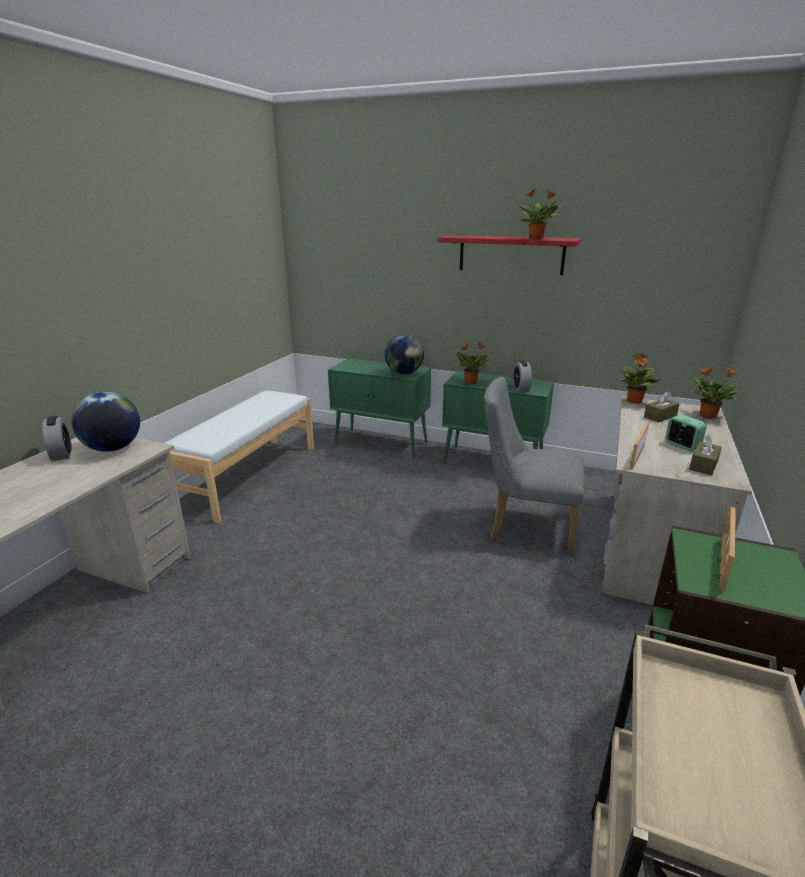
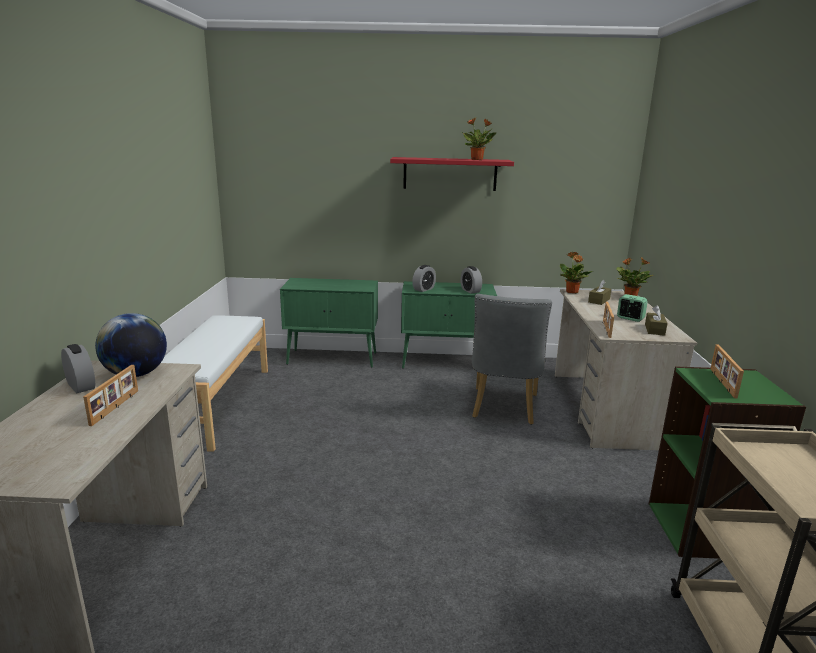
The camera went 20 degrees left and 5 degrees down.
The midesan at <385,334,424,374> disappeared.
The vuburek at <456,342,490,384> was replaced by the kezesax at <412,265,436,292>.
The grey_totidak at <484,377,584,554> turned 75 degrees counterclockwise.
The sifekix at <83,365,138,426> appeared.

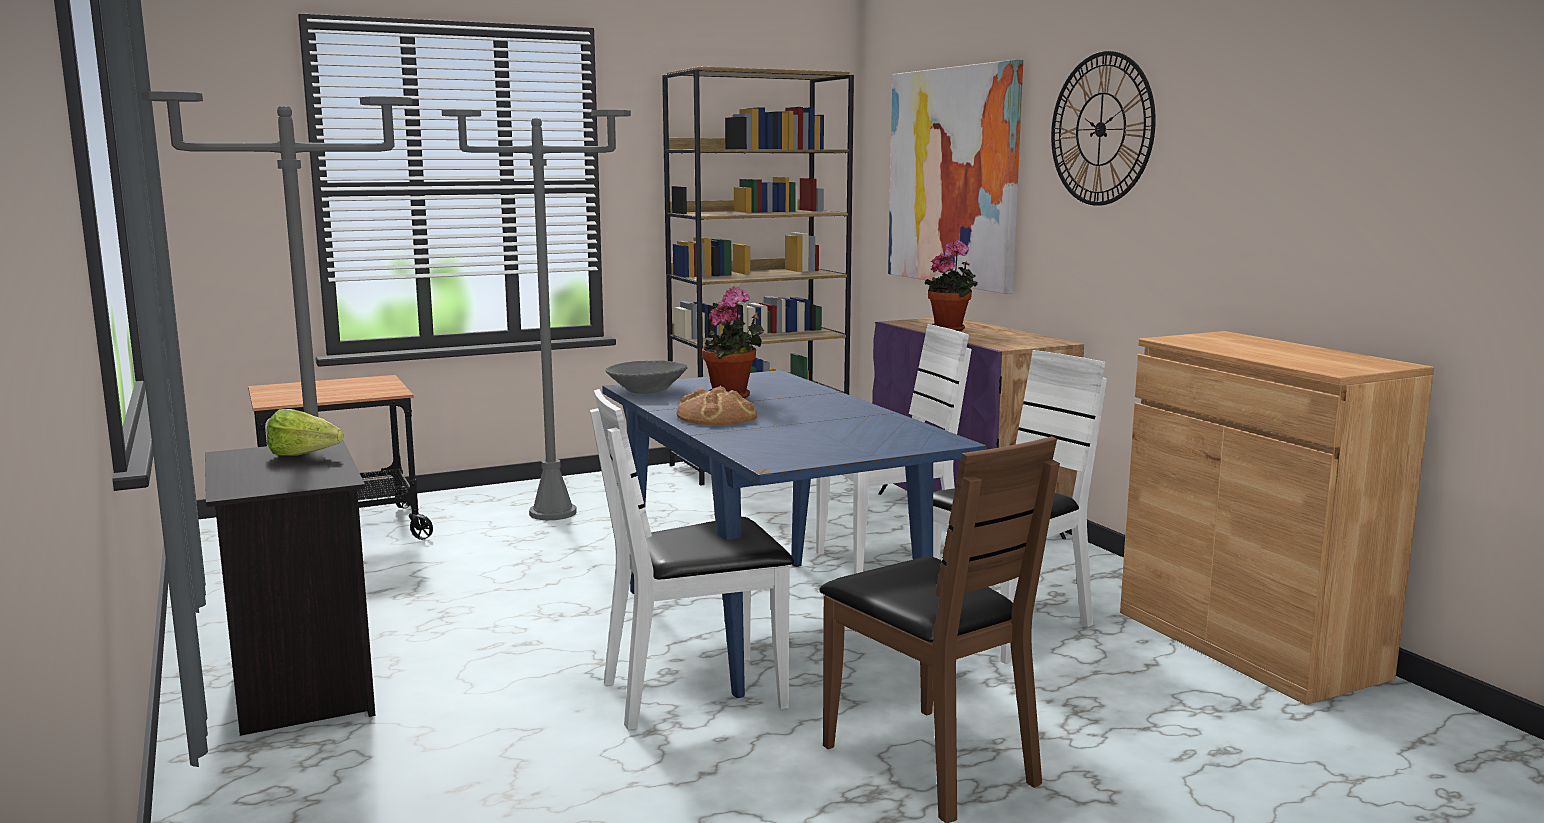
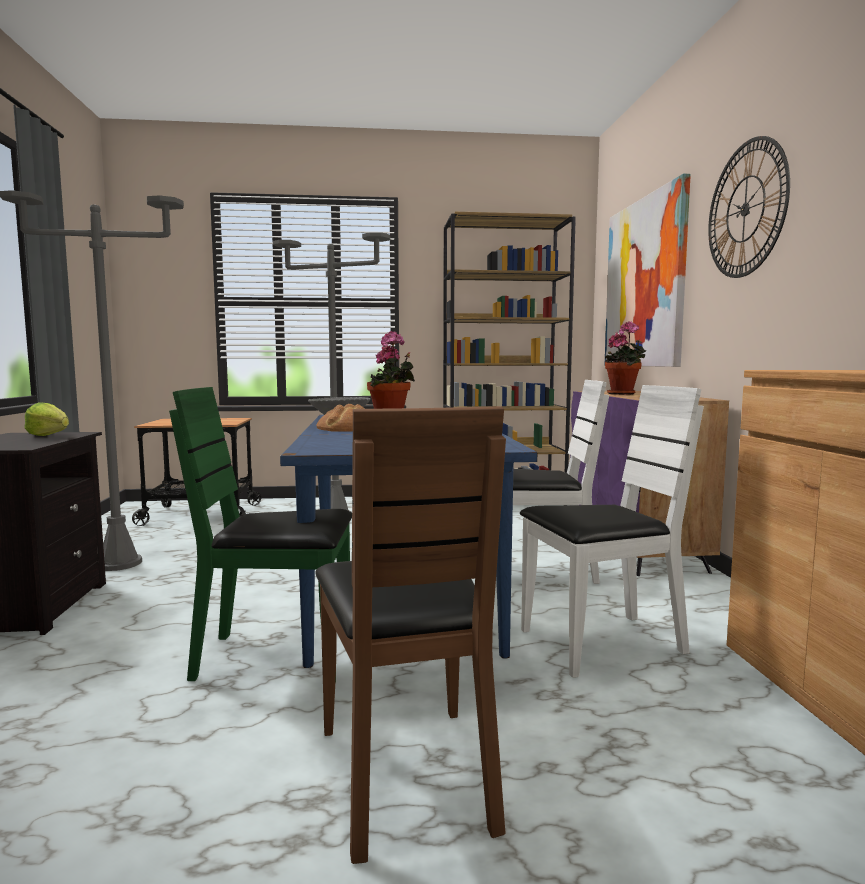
The camera went 20 degrees right and 5 degrees down.
The white_totidak at <590,389,794,731> became the green_totidak at <169,387,352,684>.

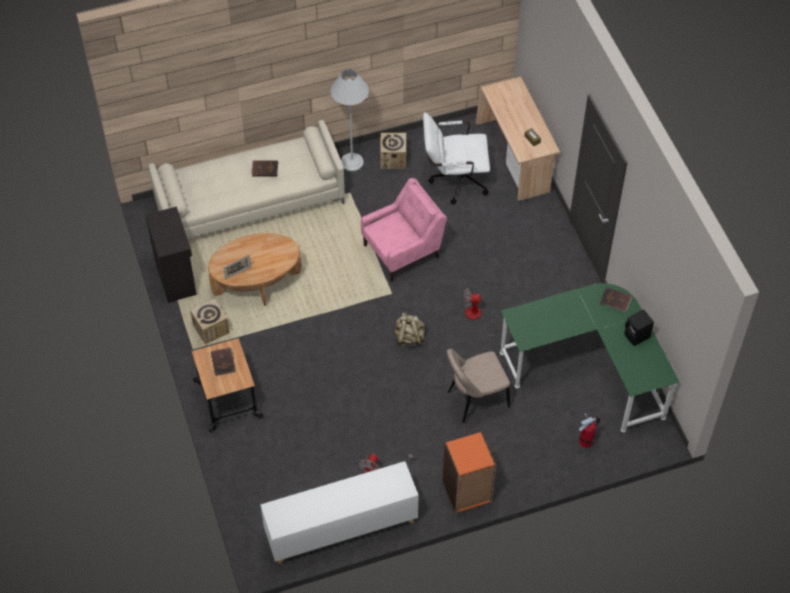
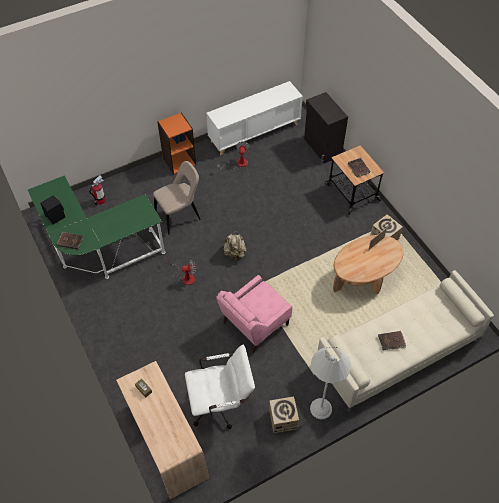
The camera went 170 degrees right and 0 degrees up.
The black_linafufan moved from <145,206,197,303> to <304,92,348,163>.

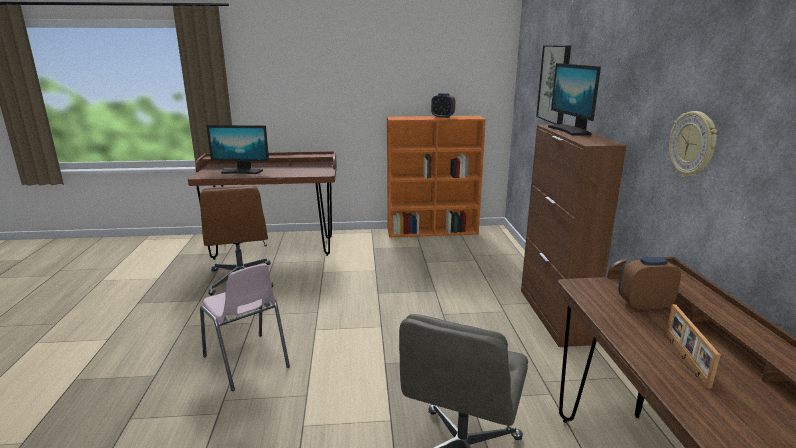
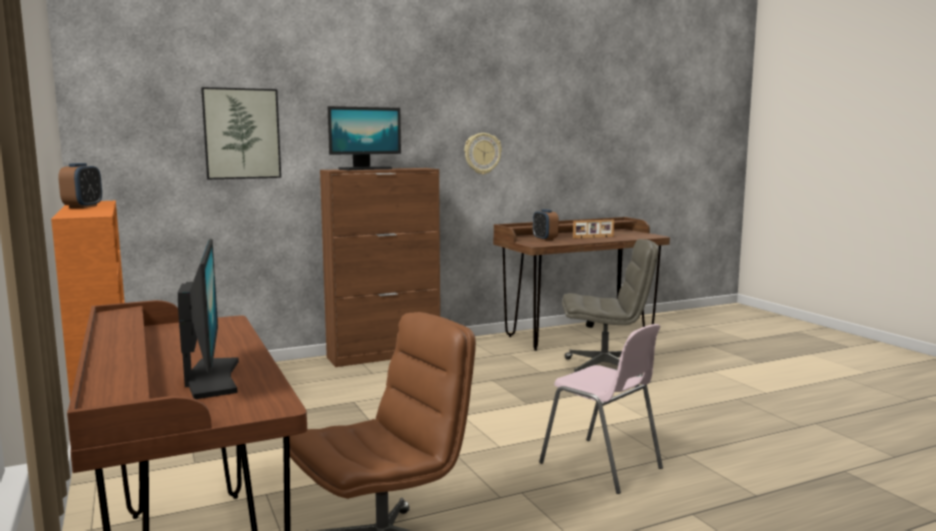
The camera went 110 degrees left and 10 degrees down.
The pink_totidak at <200,264,290,391> turned 105 degrees clockwise.

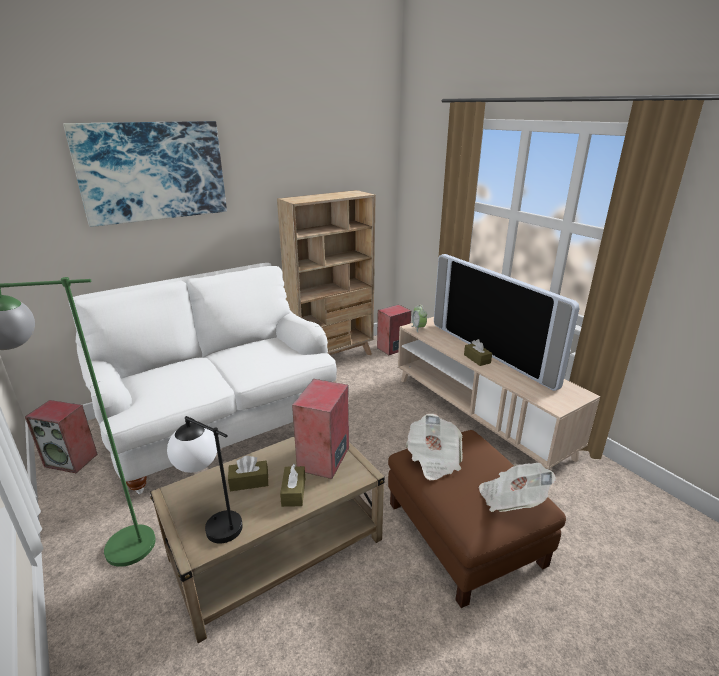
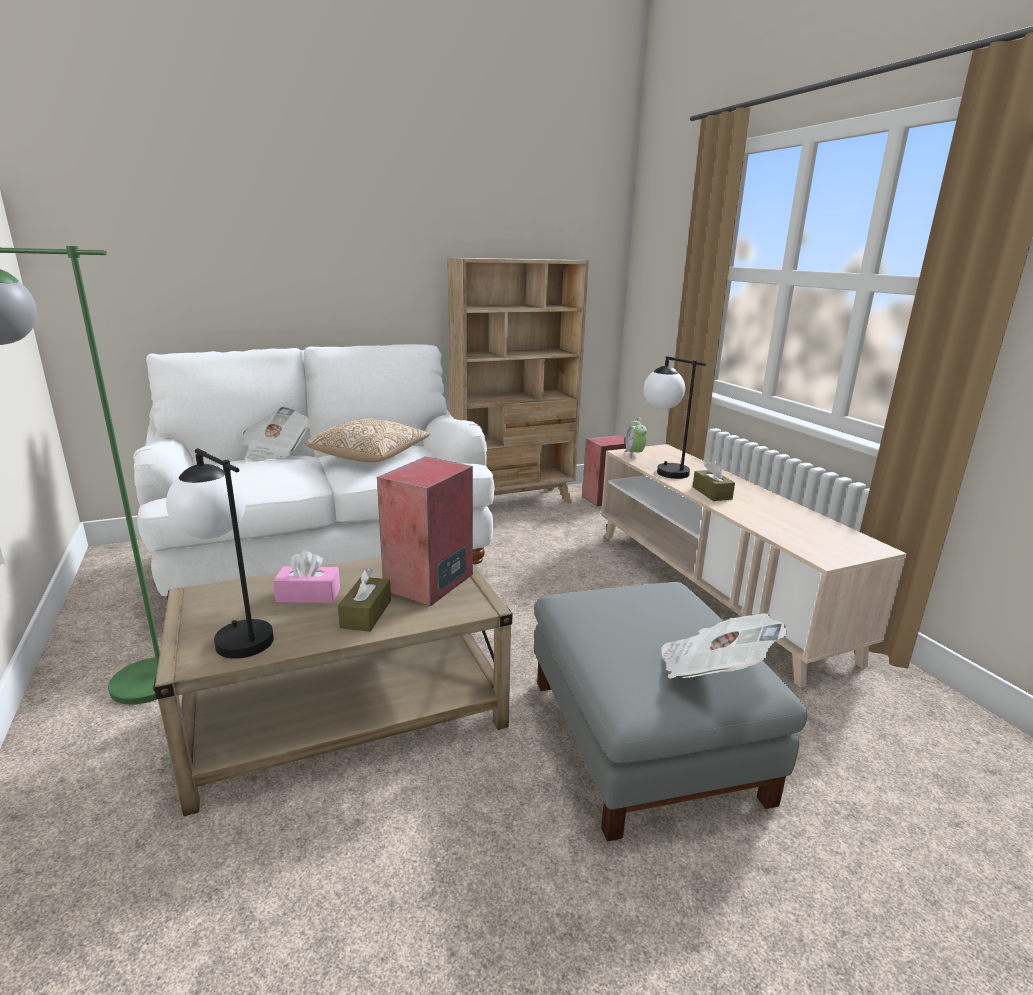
The camera went 10 degrees right and 5 degrees down.
The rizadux at <63,121,227,227> disappeared.
The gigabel at <434,254,580,391> disappeared.
The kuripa at <25,400,97,473> disappeared.
The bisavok moved from <406,414,463,481> to <242,406,310,462>.
The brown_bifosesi at <388,430,566,608> became the grey_bifosesi at <535,582,807,841>.
The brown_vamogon at <228,456,268,491> became the pink_vamogon at <273,551,340,603>.
The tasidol at <643,356,706,479> appeared.
The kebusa at <305,418,430,462> appeared.

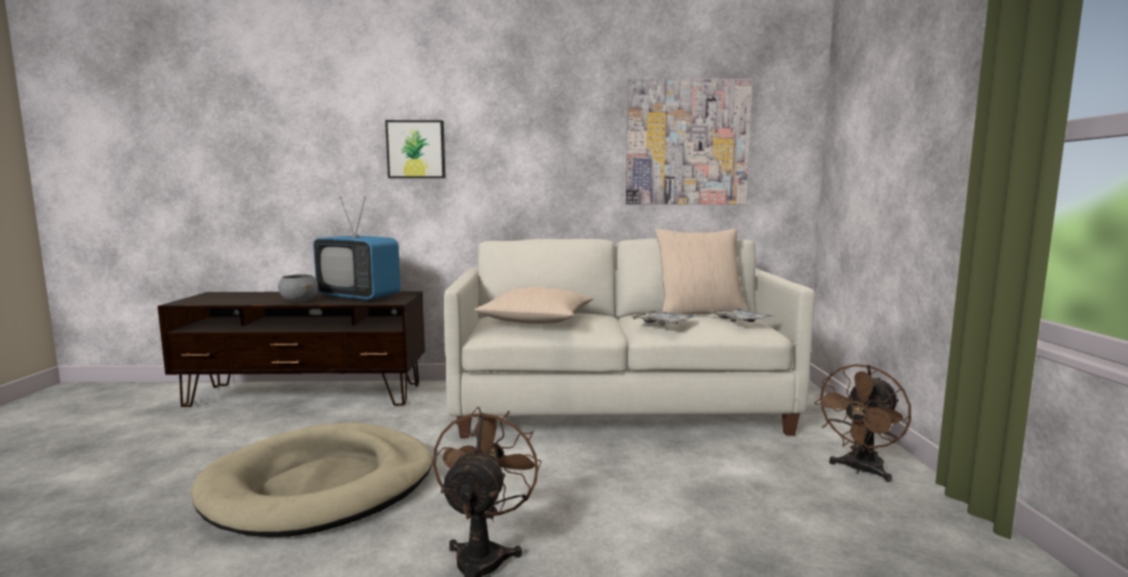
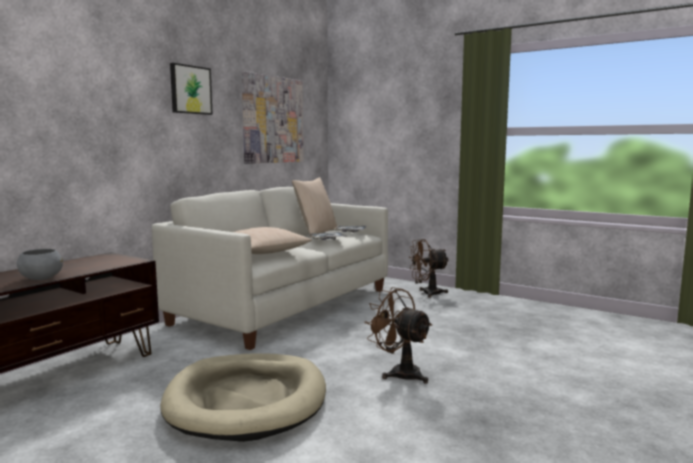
The camera went 55 degrees left and 0 degrees up.
The rizadux moved from <385,120,446,178> to <170,63,213,115>.
The gigabel at <313,197,400,301> disappeared.
The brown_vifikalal at <814,364,911,482> turned 90 degrees clockwise.

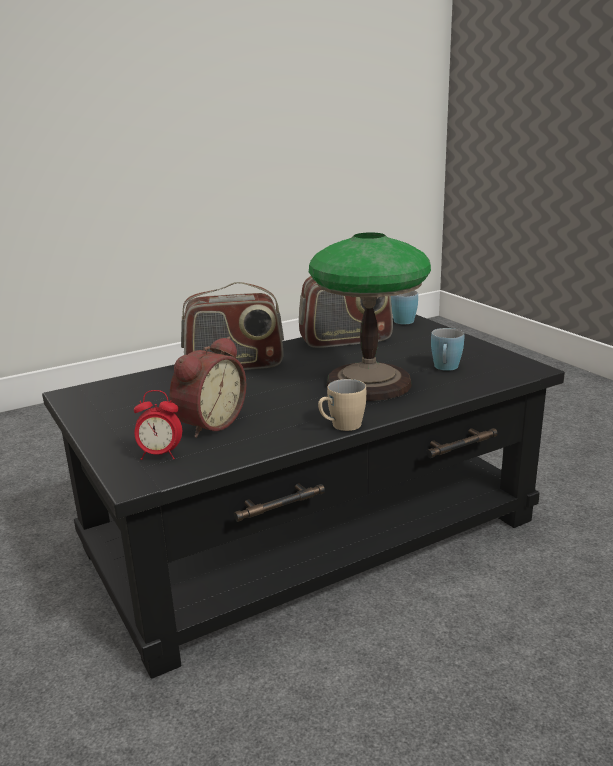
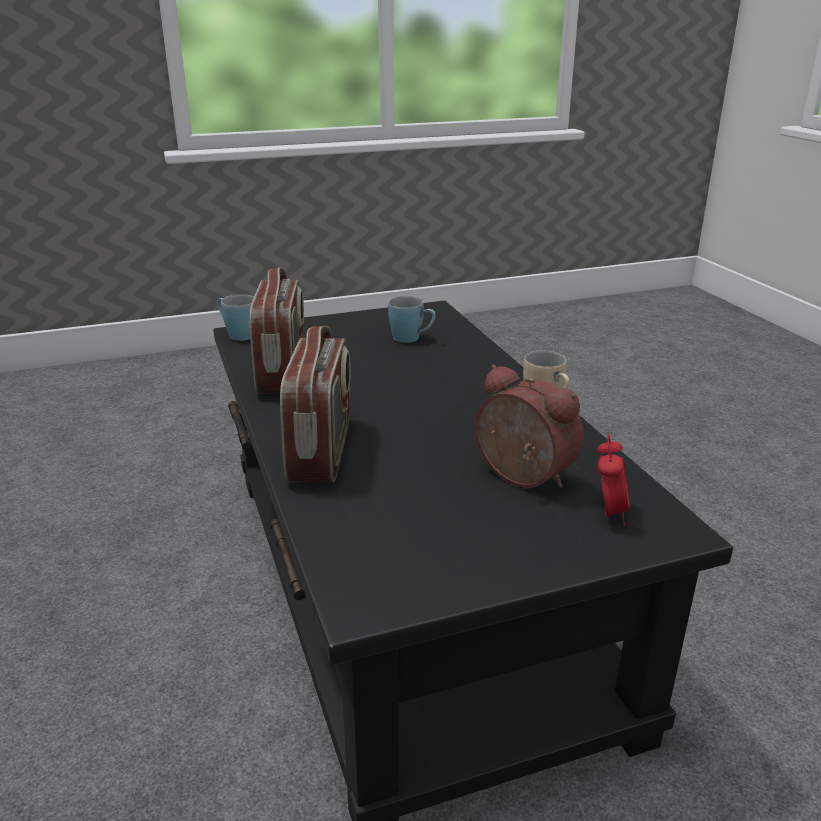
The camera went 80 degrees left and 5 degrees up.
The tasidol at <309,232,431,401> disappeared.

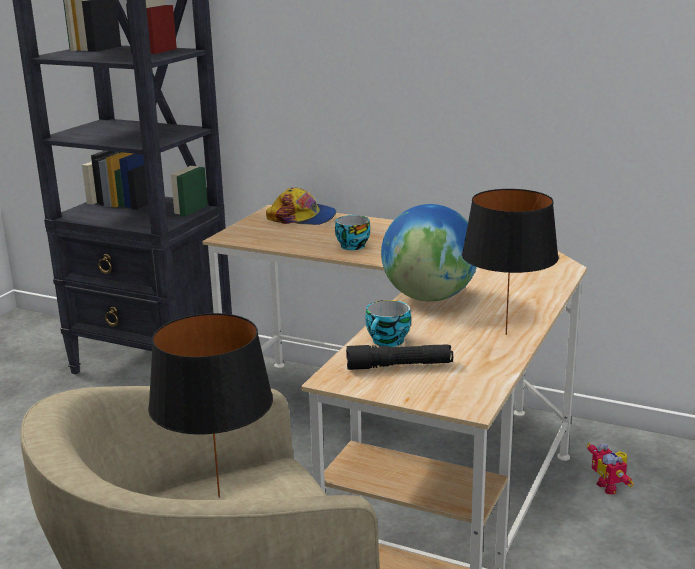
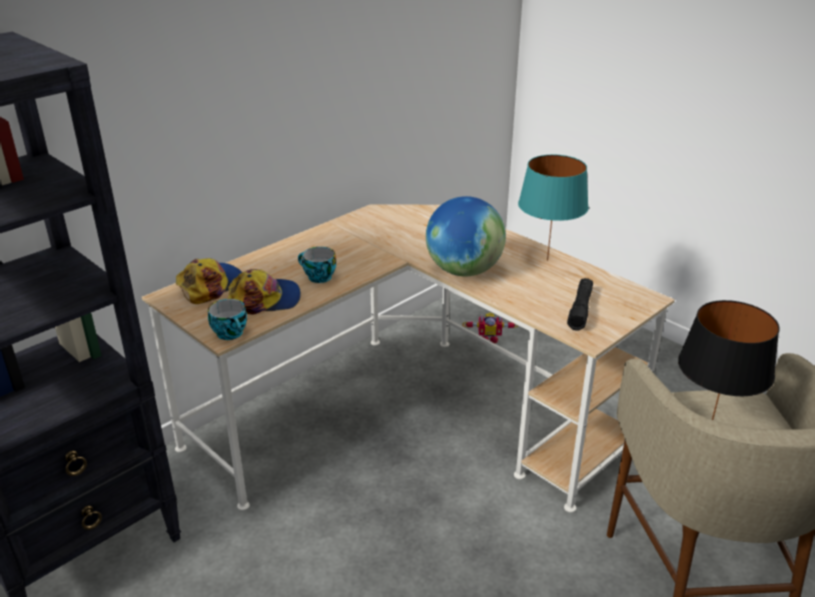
The camera went 70 degrees left and 10 degrees up.
The black_tasidol at <462,189,559,335> became the turquoise_tasidol at <518,155,589,261>.
The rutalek moved from <365,300,411,347> to <208,299,247,340>.
The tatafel at <227,269,301,315> appeared.

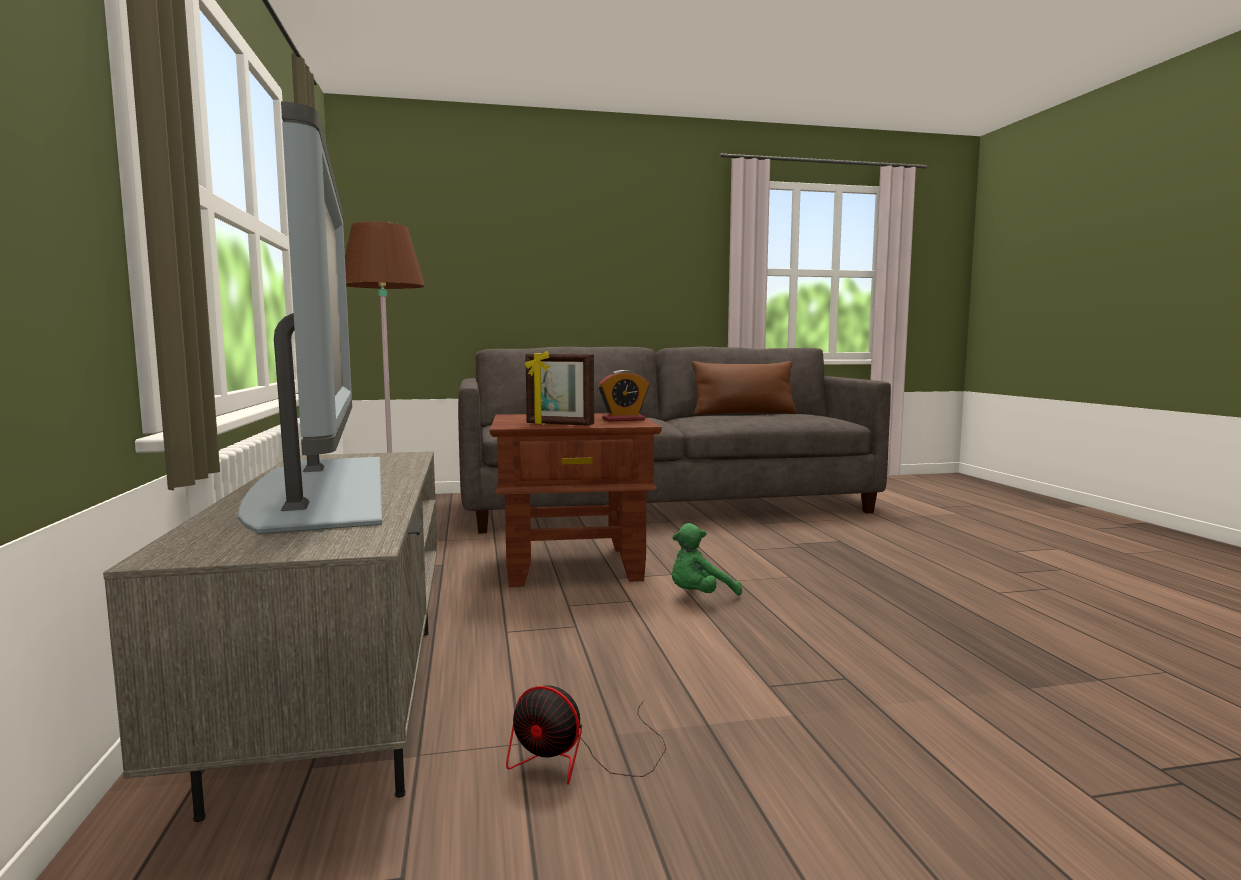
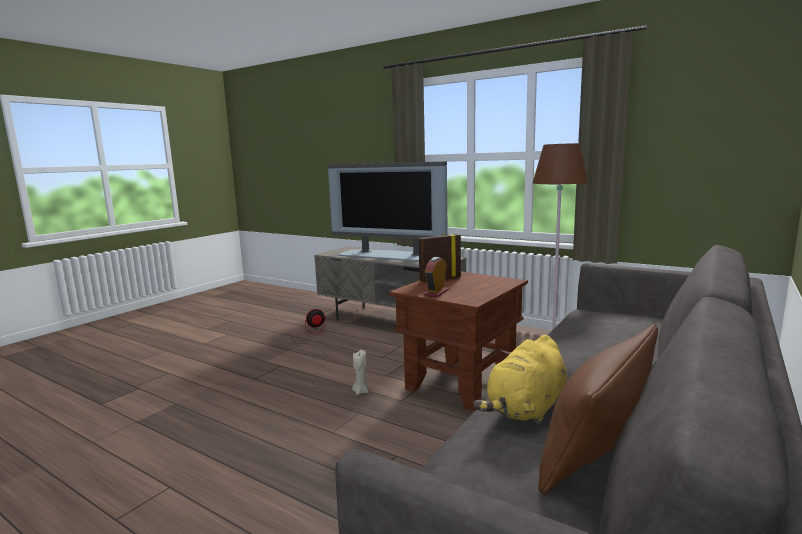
The camera went 135 degrees right and 5 degrees up.
The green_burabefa at <672,523,742,596> was replaced by the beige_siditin at <352,350,368,395>.
The yellow_burabefa at <473,335,567,424> appeared.

